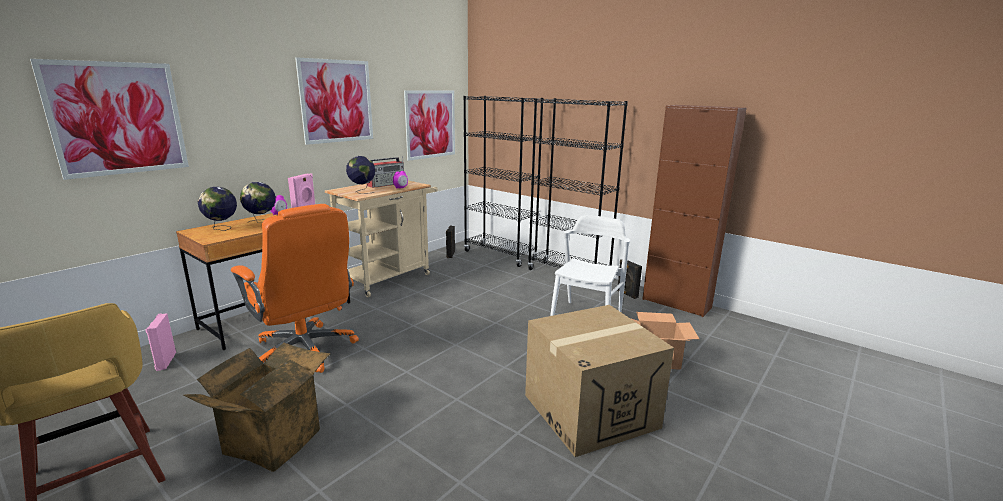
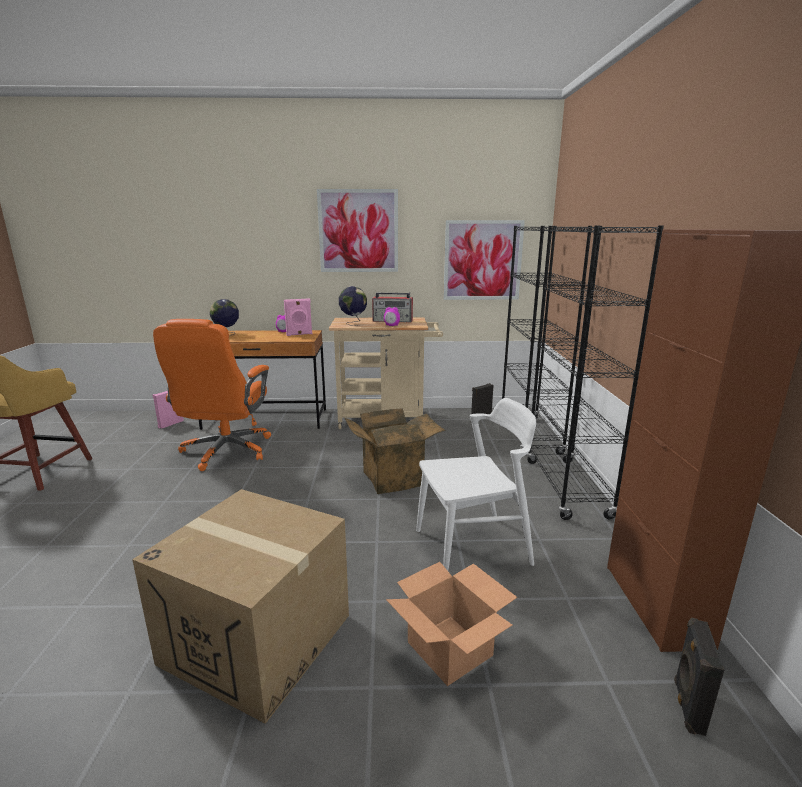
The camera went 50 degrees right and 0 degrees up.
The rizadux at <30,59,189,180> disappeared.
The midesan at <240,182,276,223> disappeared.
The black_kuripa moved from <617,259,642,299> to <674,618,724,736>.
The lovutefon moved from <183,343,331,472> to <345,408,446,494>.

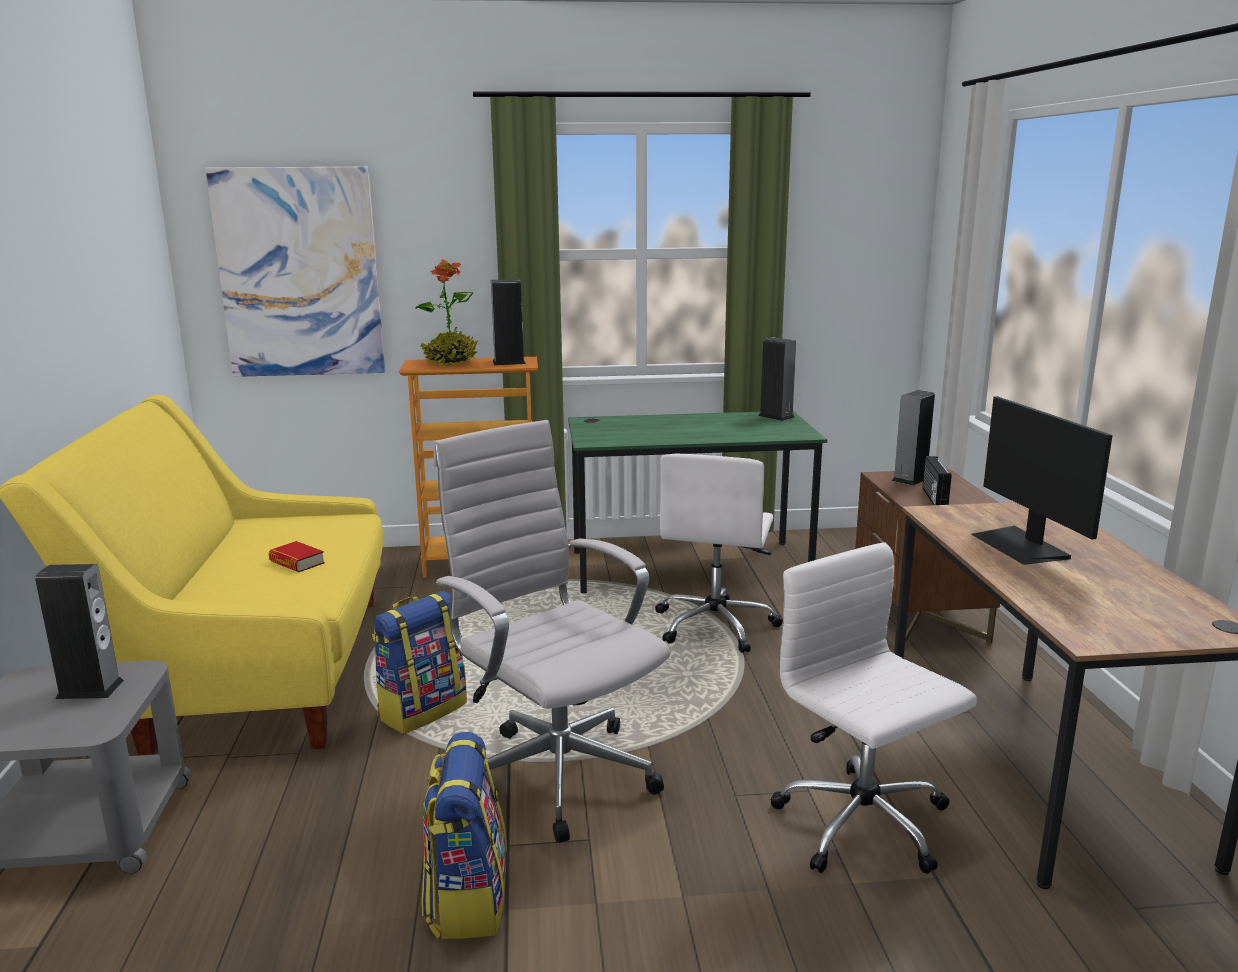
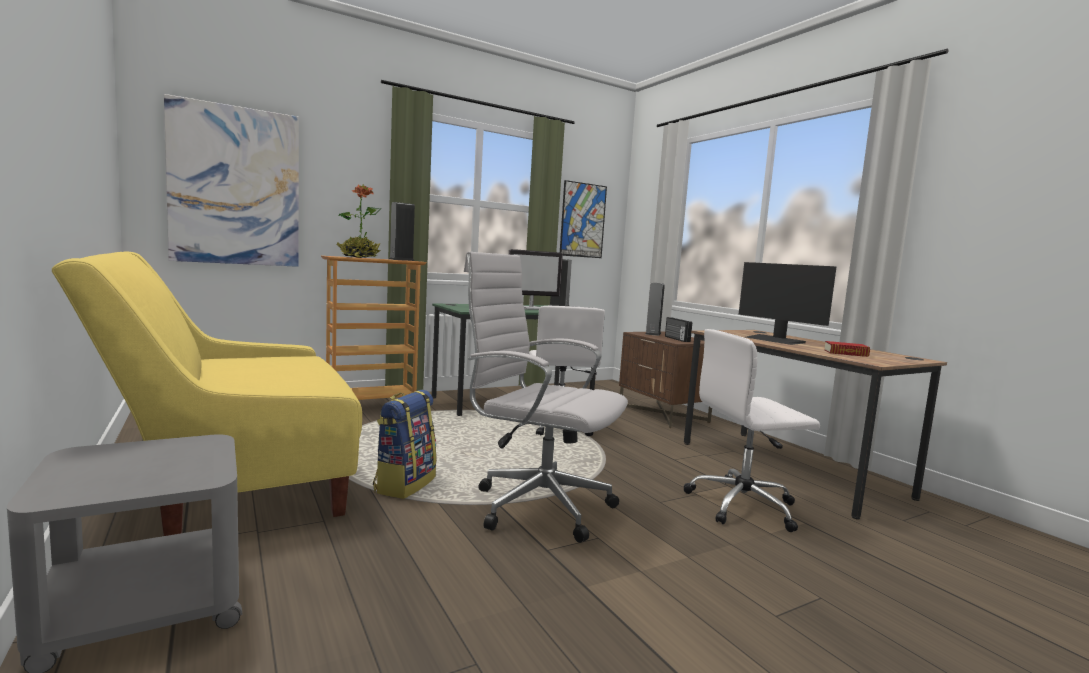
The camera went 25 degrees left and 10 degrees down.
The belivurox moved from <269,541,325,572> to <824,341,870,357>.
The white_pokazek at <771,542,977,874> turned 45 degrees counterclockwise.
The kuripa at <35,564,124,699> disappeared.
The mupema at <422,732,507,939> disappeared.
The rizadux at <560,180,607,258> appeared.
The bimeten at <509,249,563,310> appeared.

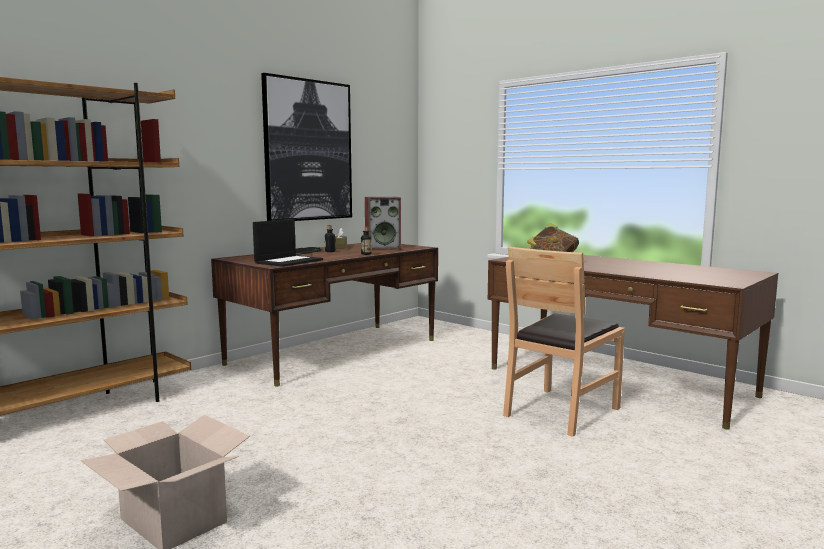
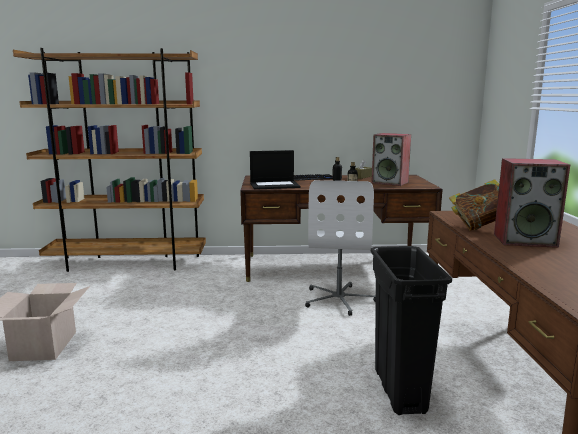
The camera went 45 degrees right and 5 degrees up.
The rizadux at <261,73,352,221> disappeared.
The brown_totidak at <503,246,625,437> was replaced by the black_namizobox at <371,246,452,415>.
The kuripa at <494,158,570,248> appeared.
The white_pokazek at <305,180,376,316> appeared.

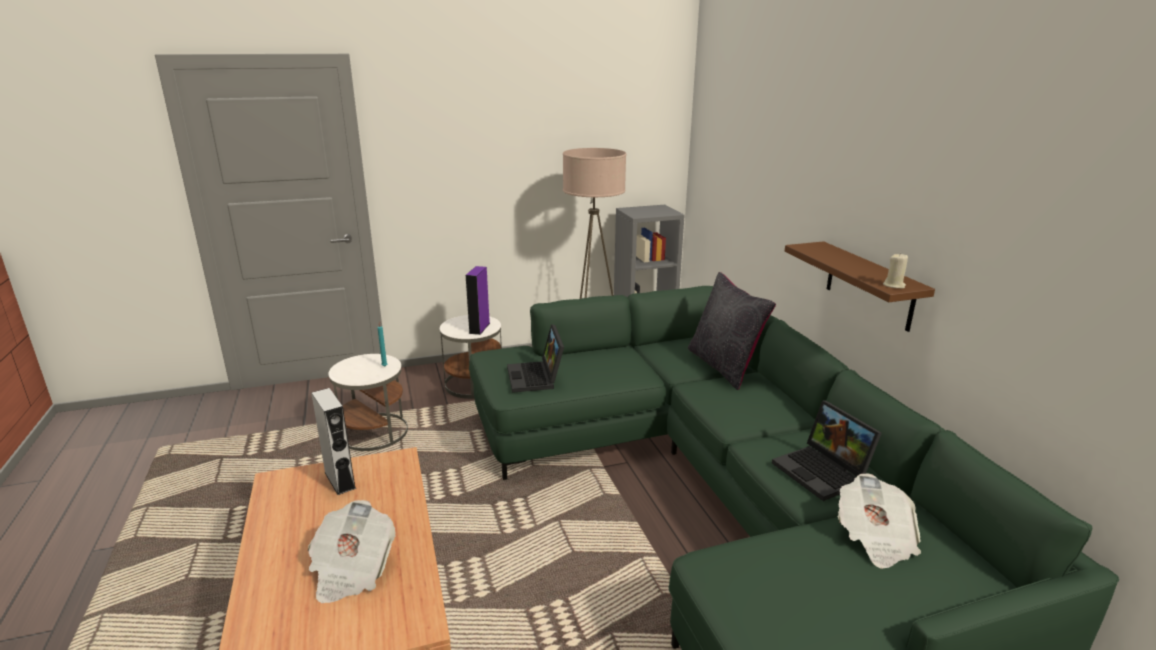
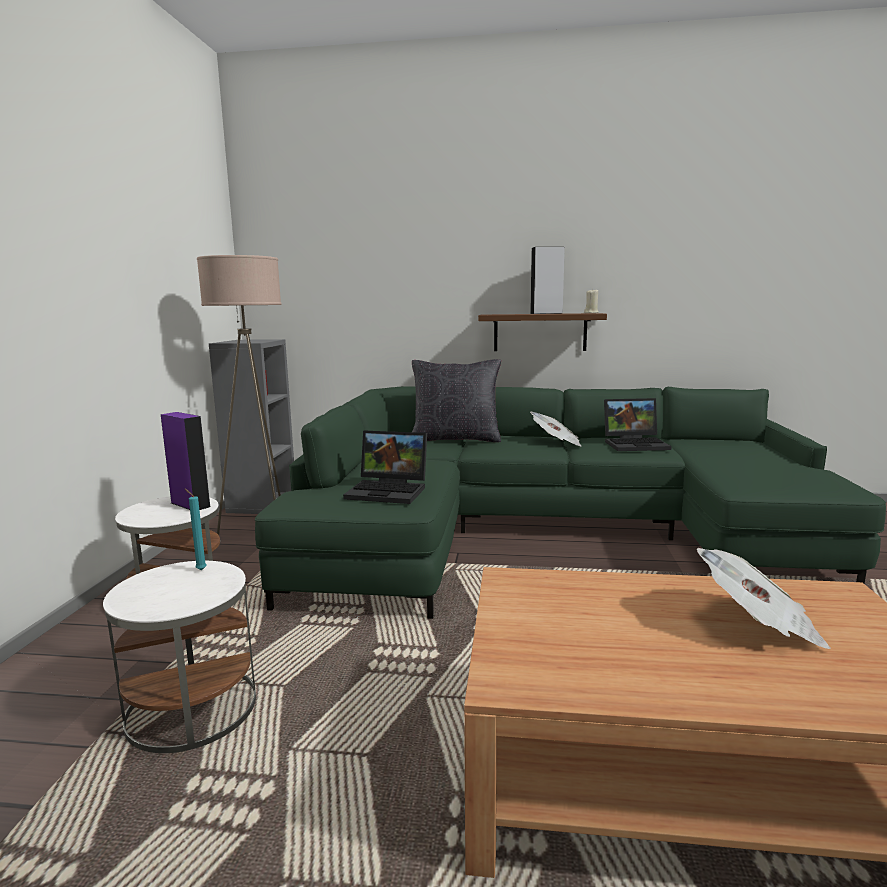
The camera went 65 degrees left and 10 degrees down.
The grey_kuripa moved from <311,388,356,495> to <530,247,565,314>.
The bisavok moved from <838,473,921,569> to <530,412,582,447>.

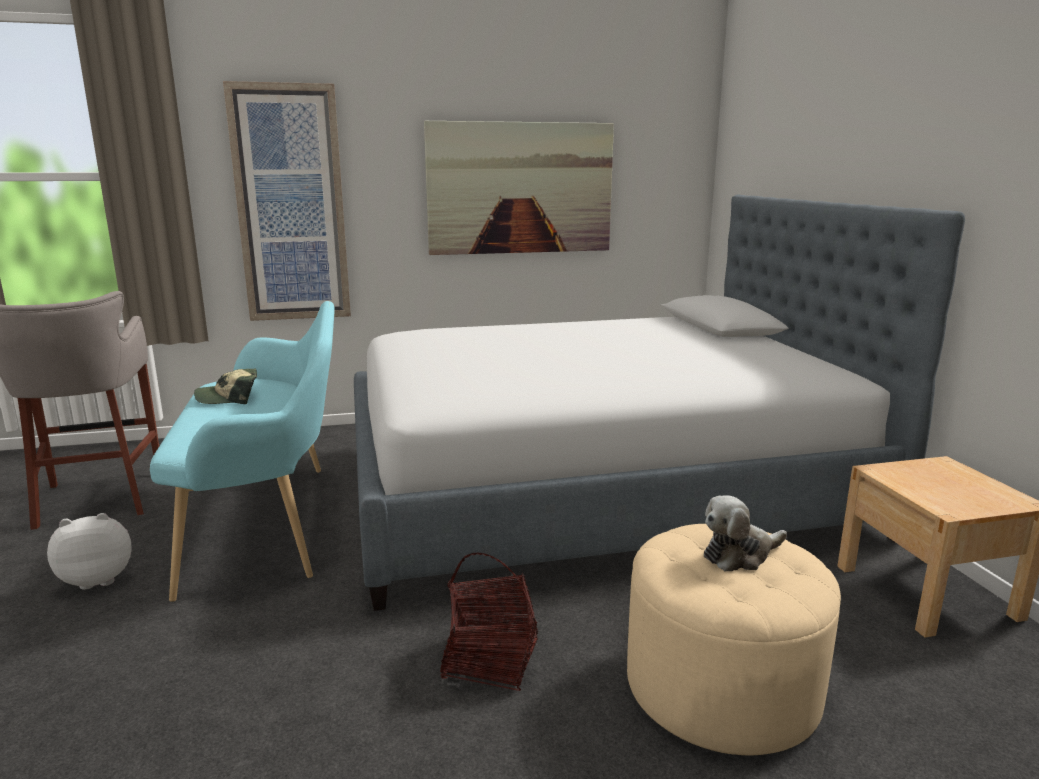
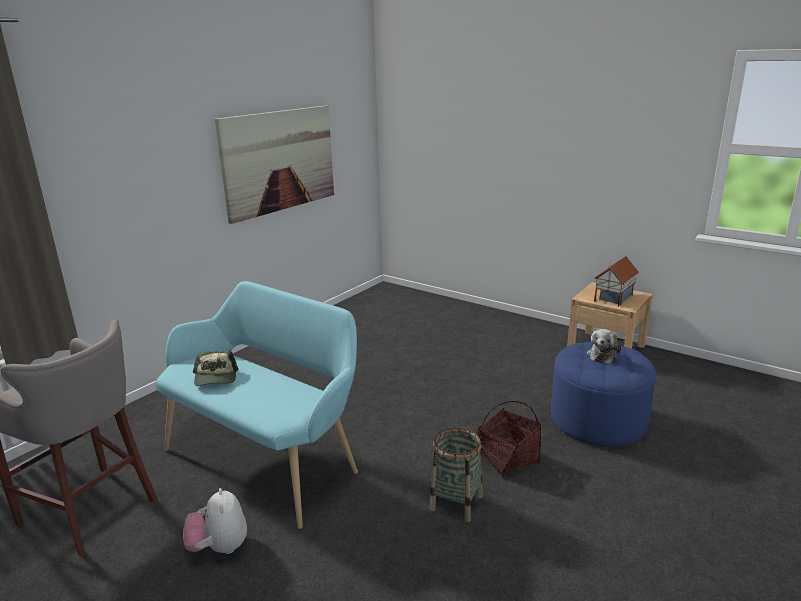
The camera went 40 degrees left and 5 degrees up.
The rizadux at <223,81,351,321> disappeared.
The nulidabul at <354,195,965,611> disappeared.
The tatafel at <194,368,257,404> turned 45 degrees counterclockwise.
The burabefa at <47,513,132,590> turned 45 degrees counterclockwise.
The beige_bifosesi at <627,524,841,756> became the blue_bifosesi at <551,342,656,446>.
The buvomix at <594,256,639,307> appeared.
The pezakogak at <430,427,483,522> appeared.

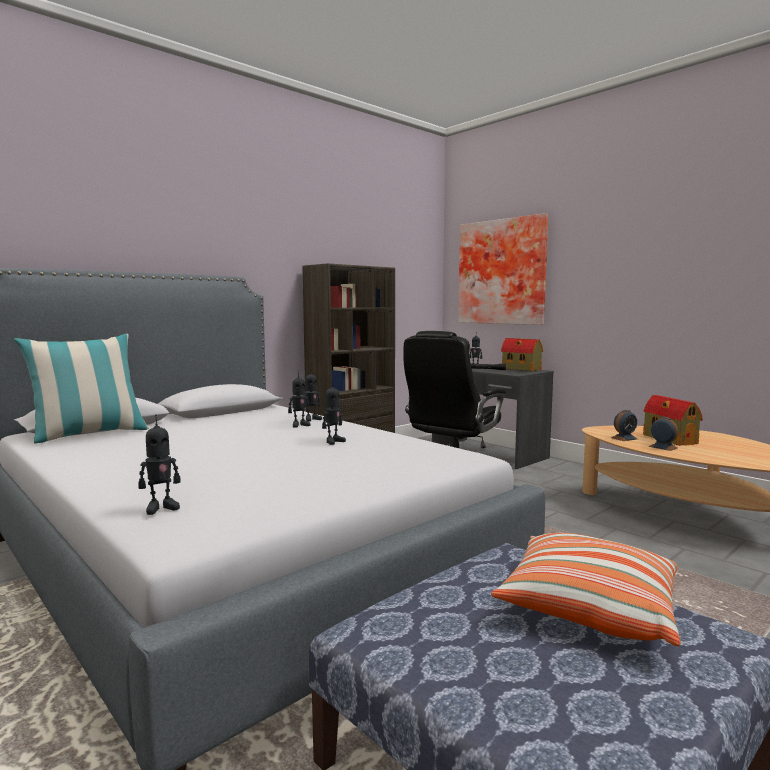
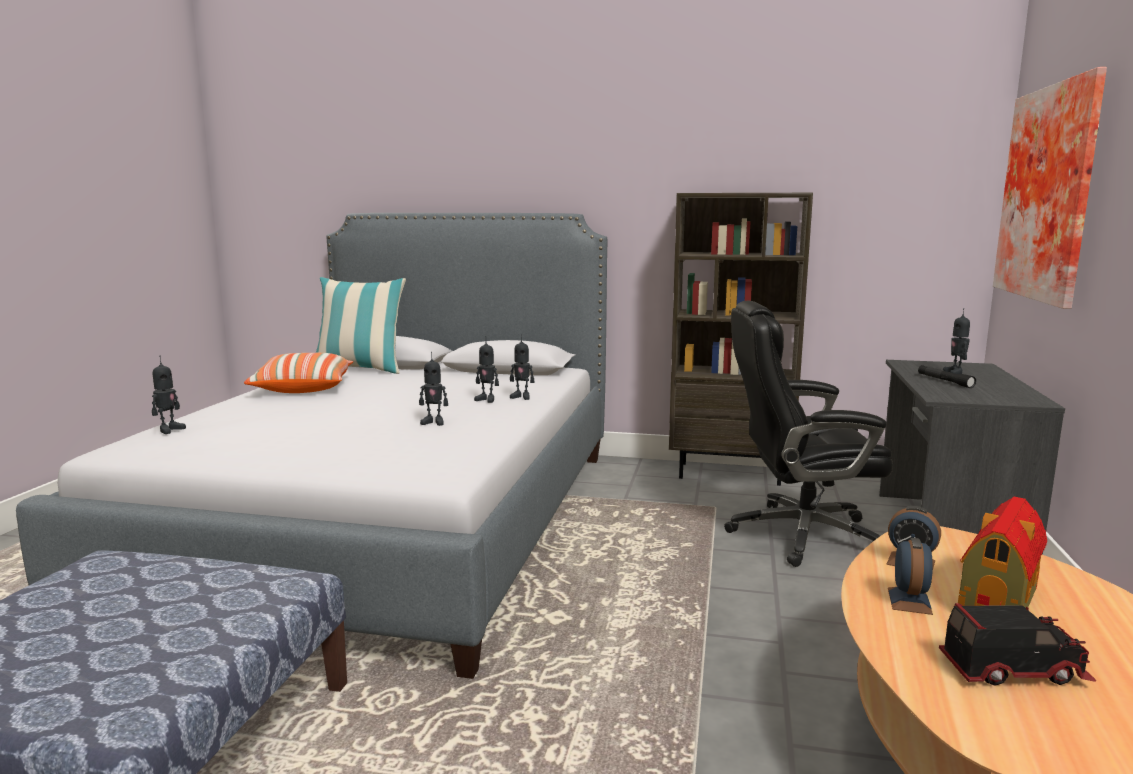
The camera went 55 degrees right and 5 degrees up.
The buvomix at <501,338,543,371> disappeared.
The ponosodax at <138,415,181,515> turned 90 degrees counterclockwise.
The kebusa moved from <491,533,680,646> to <244,353,353,393>.
The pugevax at <939,603,1096,686> appeared.

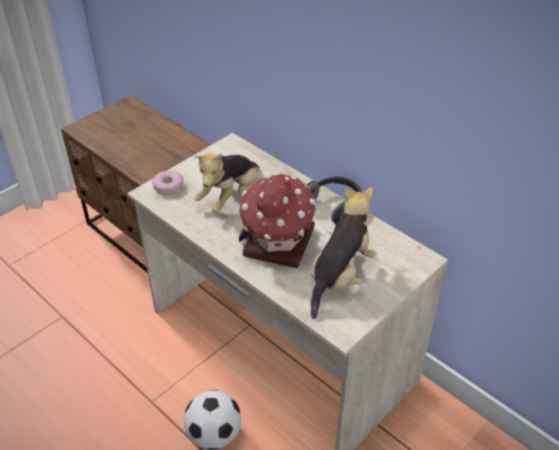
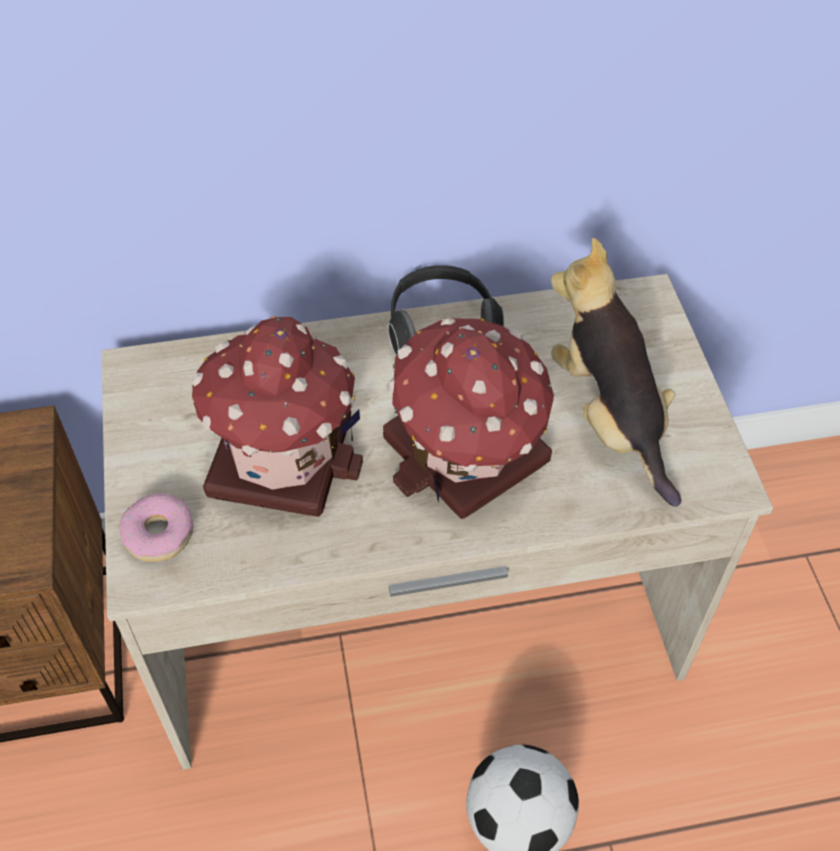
The camera went 55 degrees left and 10 degrees up.
The burabefa at <194,153,260,213> was replaced by the buvomix at <192,316,363,517>.

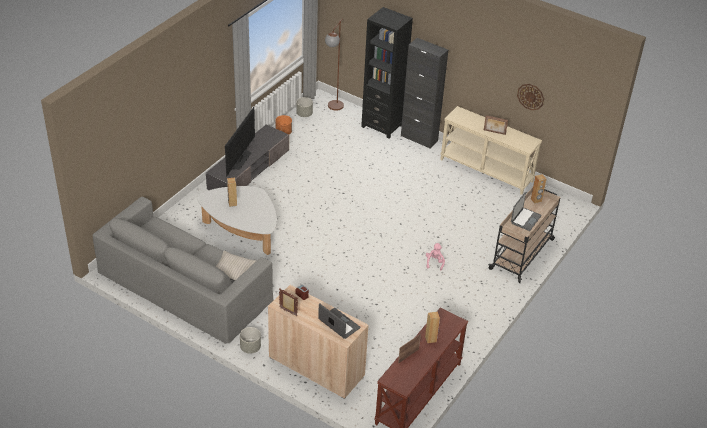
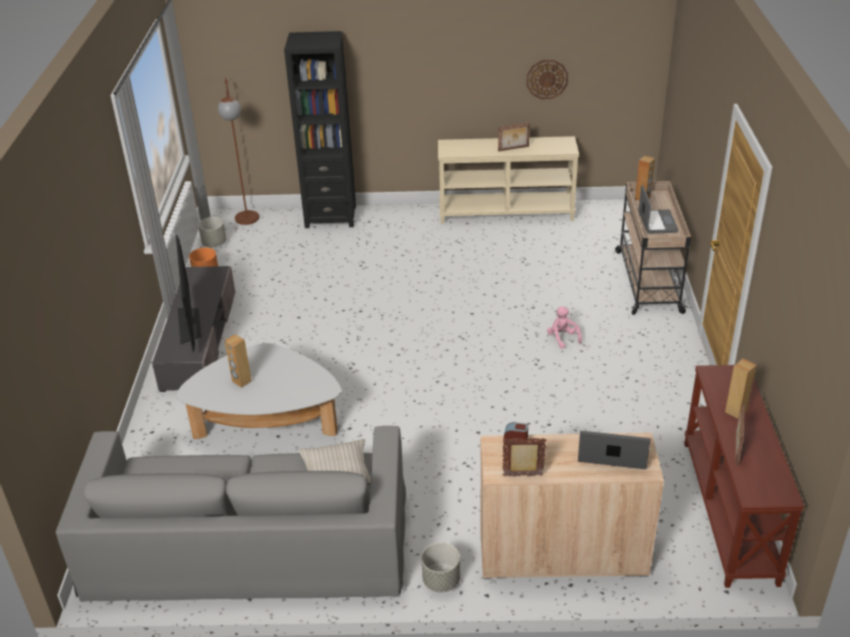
The camera went 30 degrees left and 5 degrees down.
The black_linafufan at <401,38,448,149> disappeared.

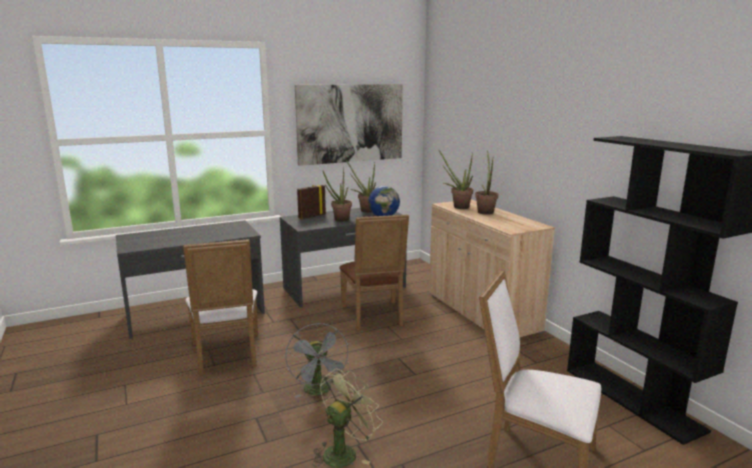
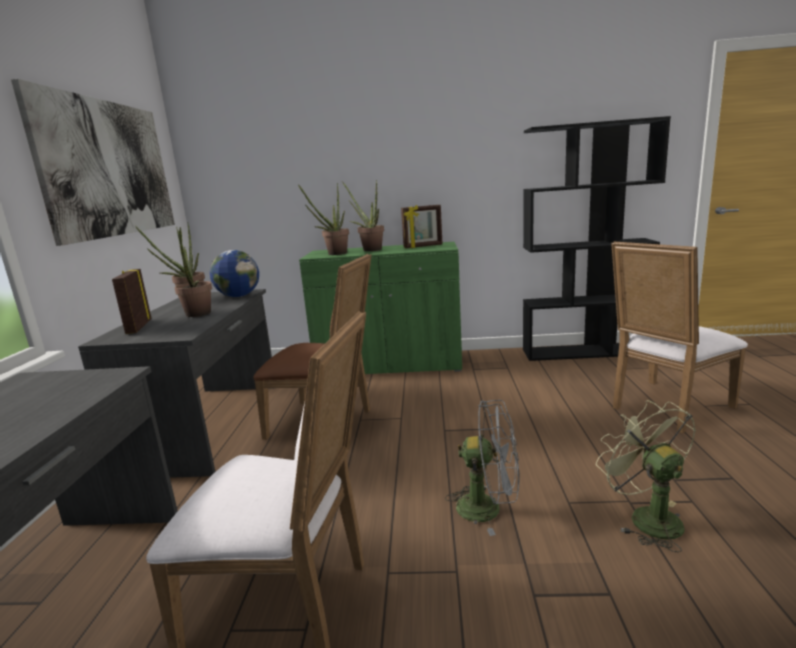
The camera went 60 degrees left and 0 degrees up.
The beige_linafufan at <429,199,555,337> became the green_linafufan at <299,242,462,374>.
The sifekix at <401,205,442,248> appeared.

